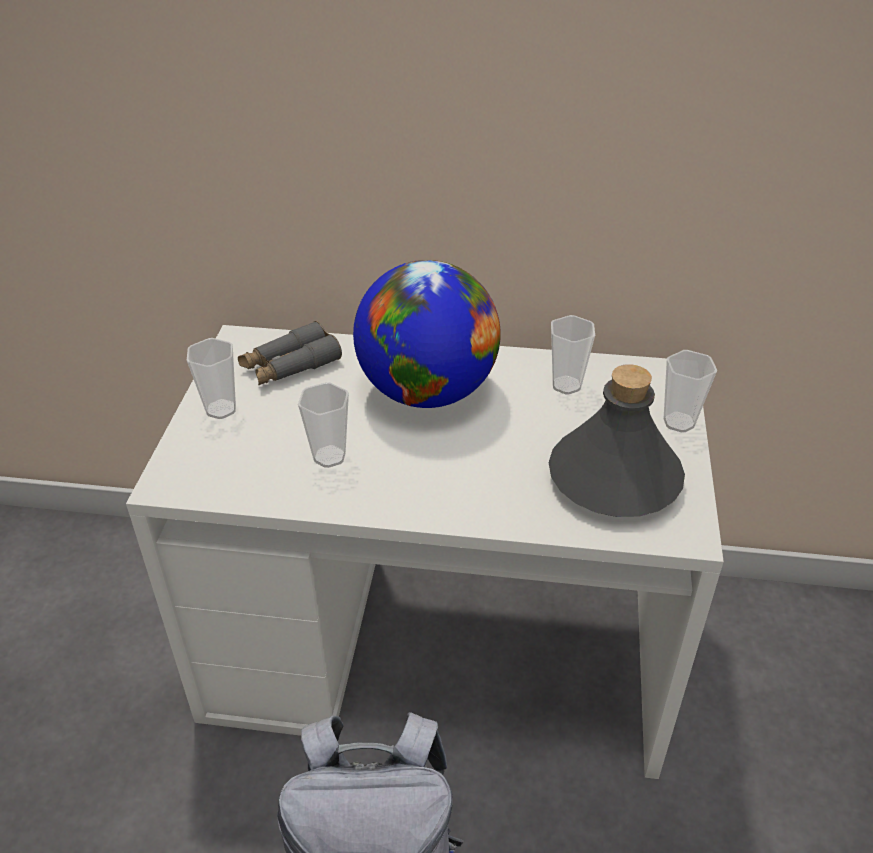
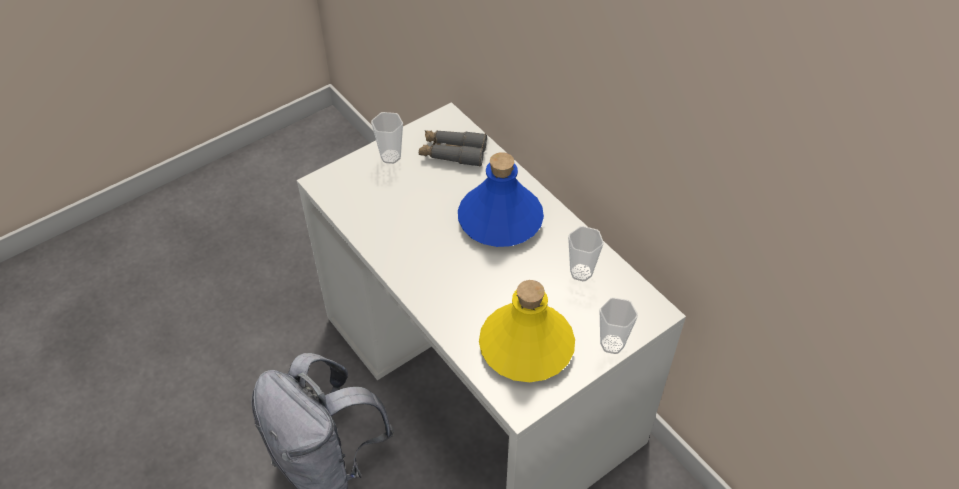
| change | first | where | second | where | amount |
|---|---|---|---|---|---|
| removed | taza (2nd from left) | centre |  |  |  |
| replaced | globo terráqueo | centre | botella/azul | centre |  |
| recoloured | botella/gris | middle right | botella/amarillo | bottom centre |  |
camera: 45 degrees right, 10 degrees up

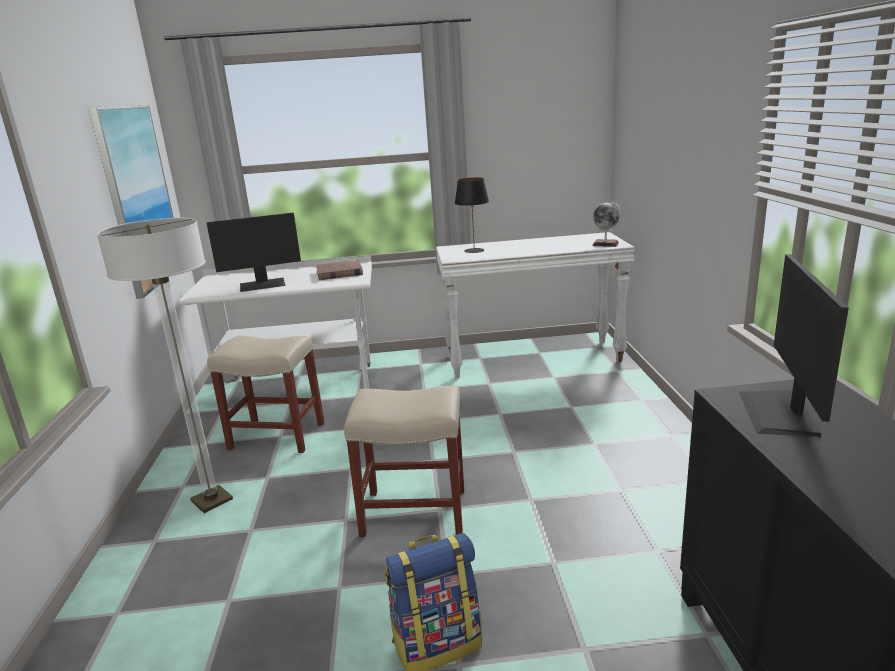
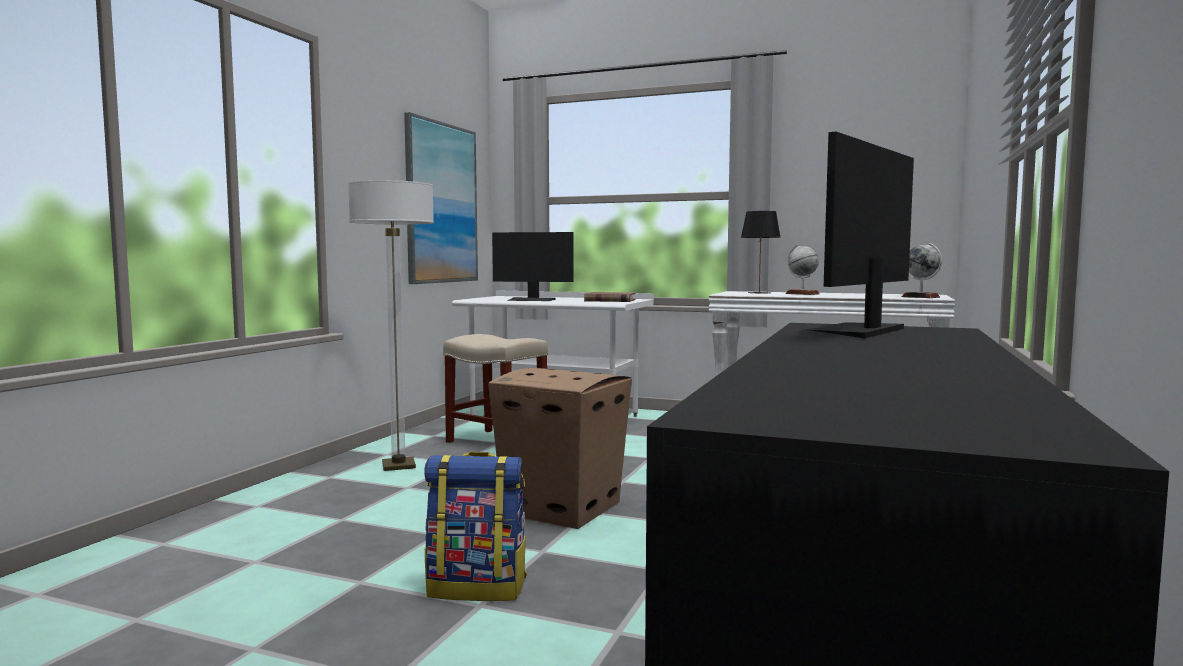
| change | first | where | second | where | amount |
|---|---|---|---|---|---|
| replaced | taburete/beis (2nd from left) | bottom centre | caja de cartón | bottom centre |  |
| added |  |  | globo terráqueo (1st from left) | middle right |  |
camera: 25 degrees right, 15 degrees down

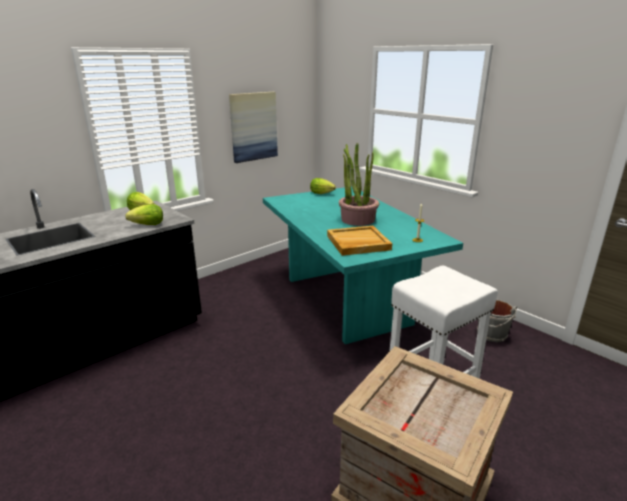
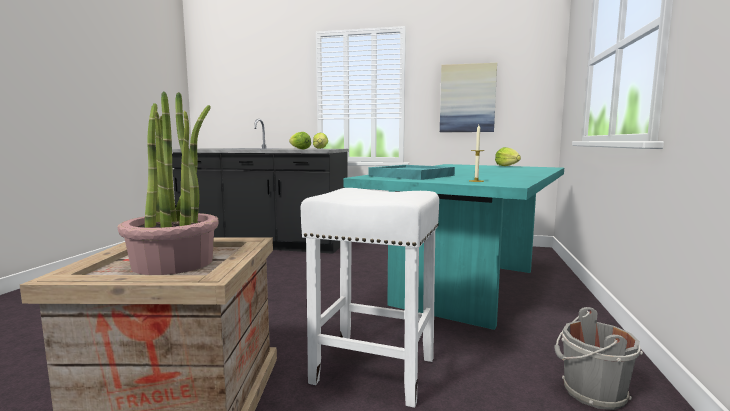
| change | first | where | second | where | amount |
|---|---|---|---|---|---|
| recoloured | bandeja/beis | centre | bandeja/turquesa | centre |  |
| moved | planta en maceta | centre |  | middle left |  |
camera: 55 degrees right, 15 degrees down

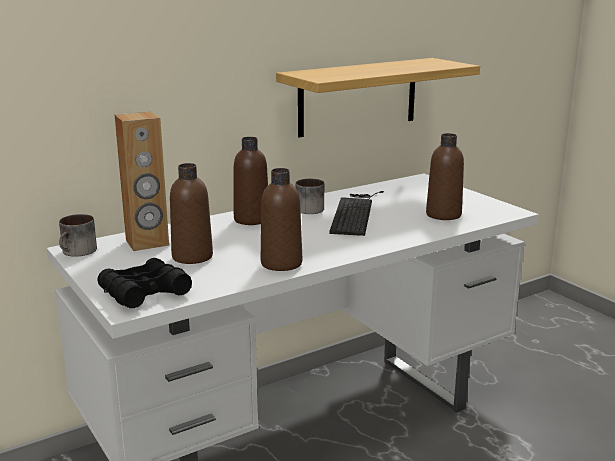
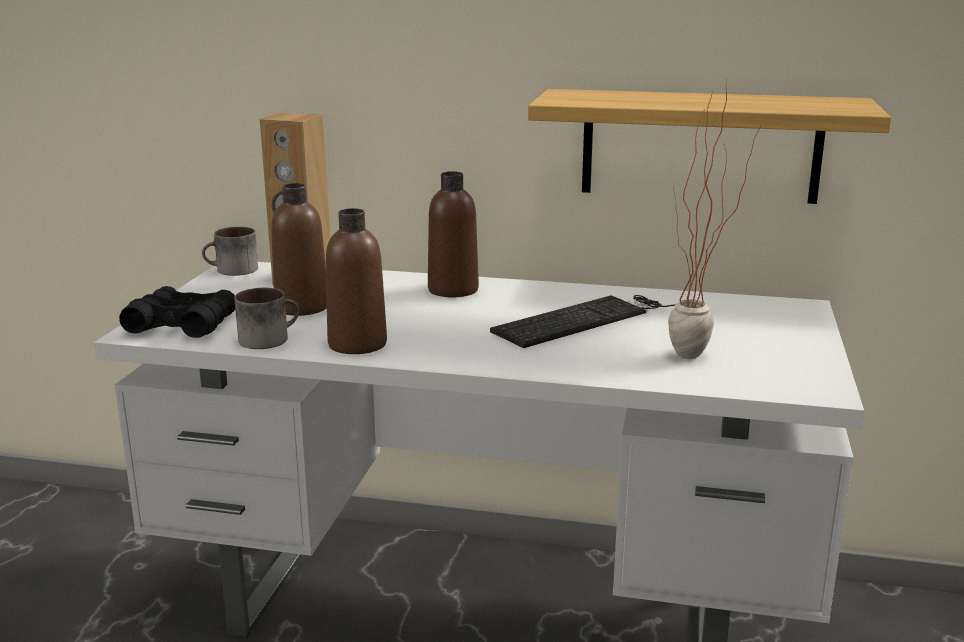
| change | first | where | second | where | amount |
|---|---|---|---|---|---|
| moved | taza grande (2nd from left) | centre |  | middle left |  |
| replaced | botella/marrón (4th from left) | middle right | planta en maceta | middle right |  |
camera: 45 degrees right, 0 degrees up

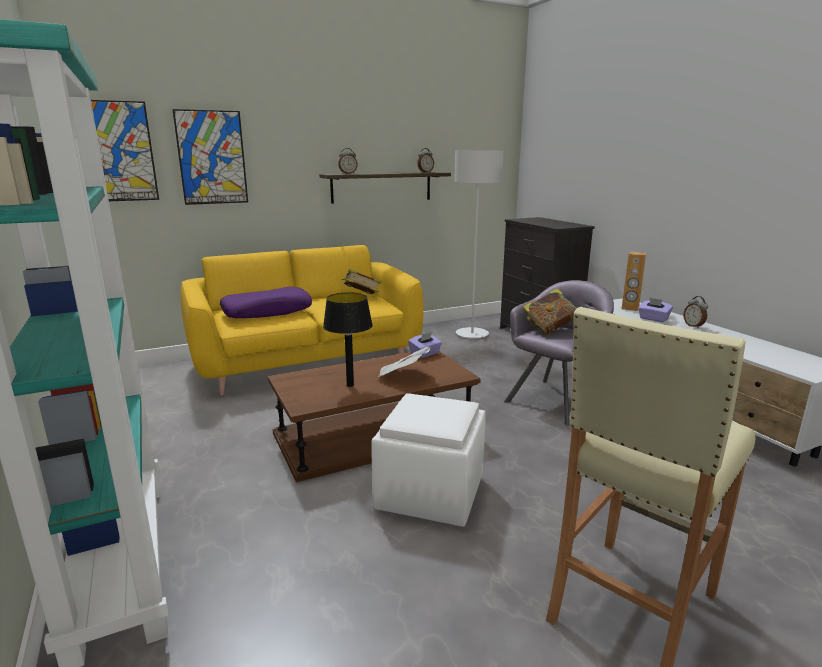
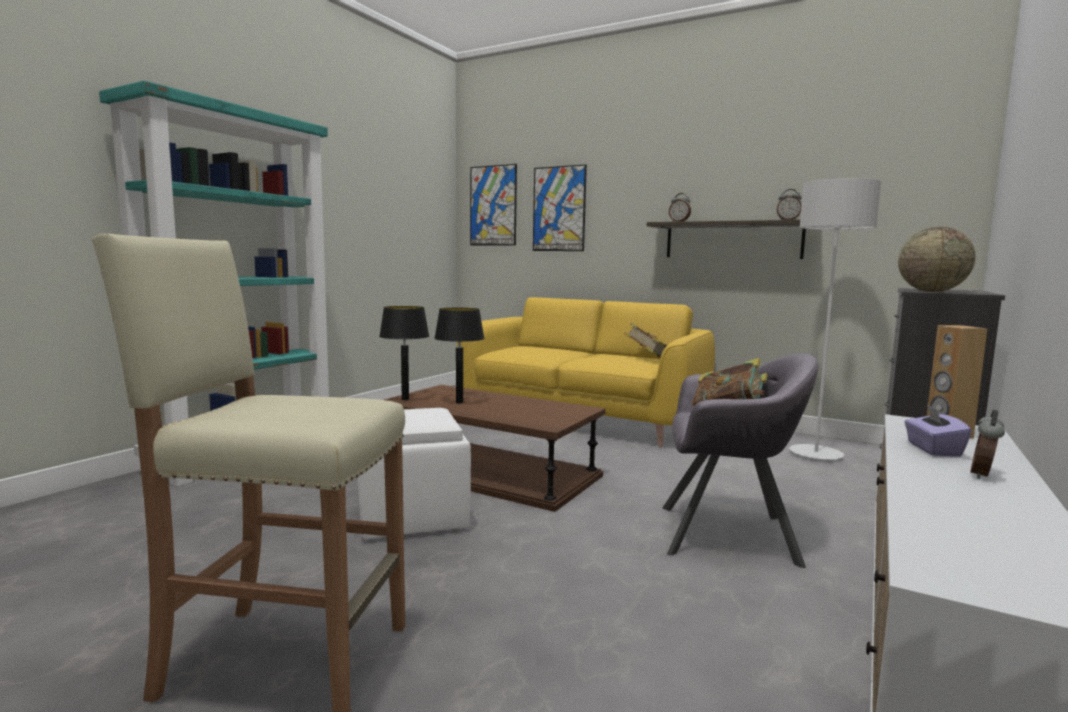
| change | first | where | second | where | amount |
|---|---|---|---|---|---|
| removed | cojín/morado | middle left |  |  |  |
| removed | periódico | centre |  |  |  |
| removed | caja de pañuelos/morado (1st from left) | centre |  |  |  |
| added |  |  | lámpara de mesa/negro (1st from left) | centre |  |
| added |  |  | globo terráqueo | middle right |  |
camera: 55 degrees right, 10 degrees down

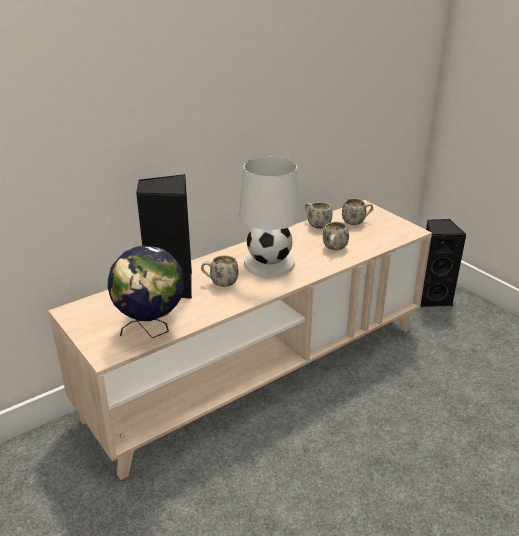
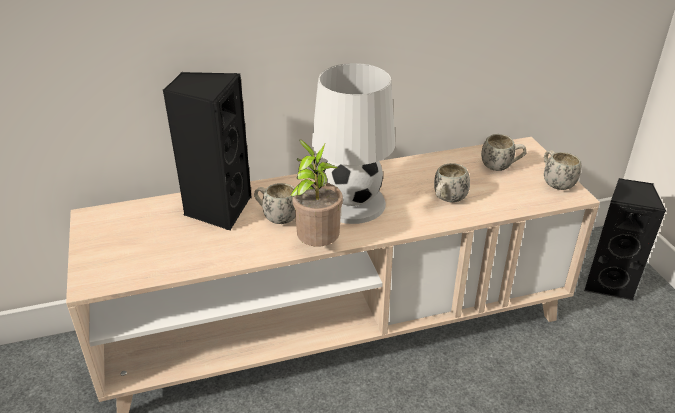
| change | first | where | second | where | amount |
|---|---|---|---|---|---|
| removed | globo terráqueo | middle left |  |  |  |
| moved | taza grande/blanco (2nd from left in the first image) | centre | taza grande/blanco (4th from left) | middle right |  |
| added |  |  | planta en maceta | centre |  |
camera: 20 degrees right, 5 degrees up

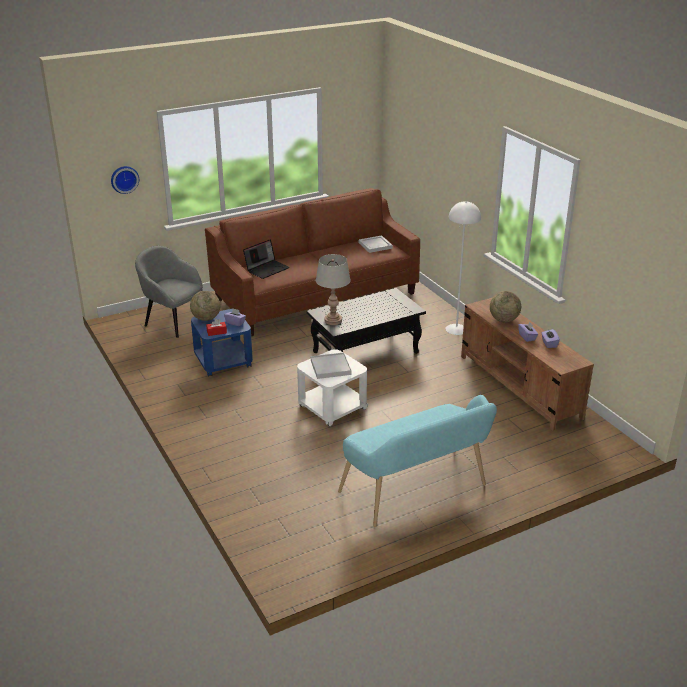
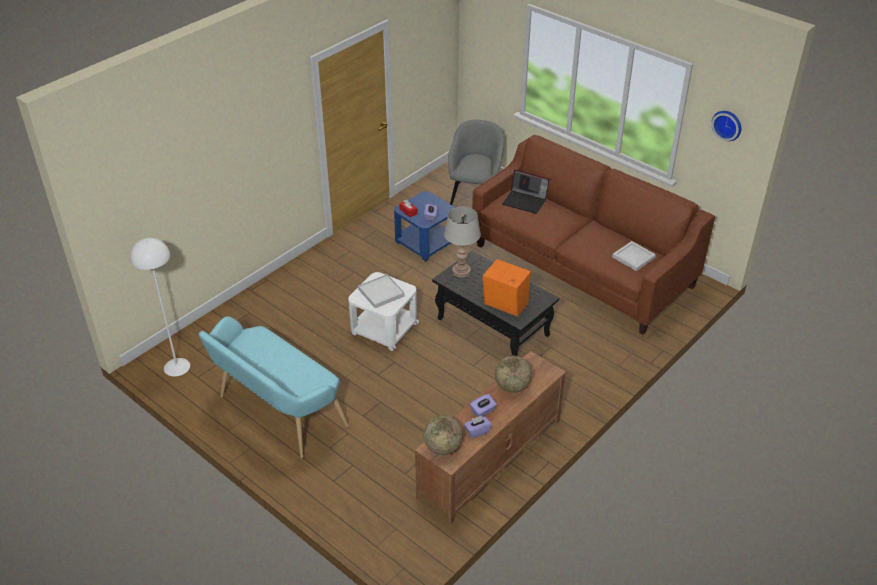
| change | first | where | second | where | amount |
|---|---|---|---|---|---|
| moved | reloj de pared | top left |  | top right |  |
| moved | globo terráqueo (1st from left) | middle left |  | bottom centre |  |
| moved | lámpara de pie/blanco | middle right |  | middle left |  |
| added |  |  | altavoz/naranja | centre |  |
camera: 70 degrees right, 10 degrees up

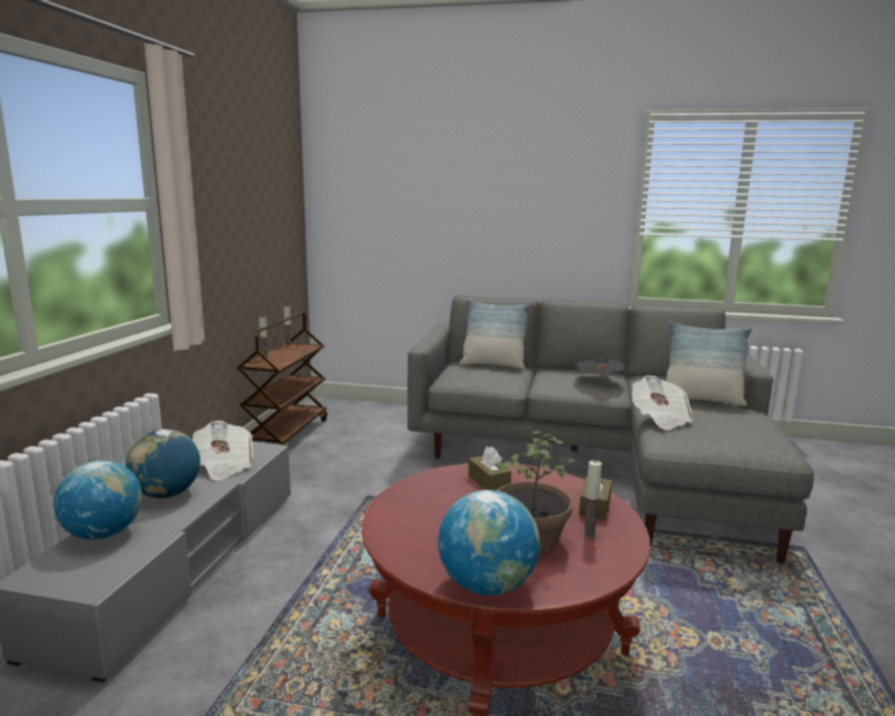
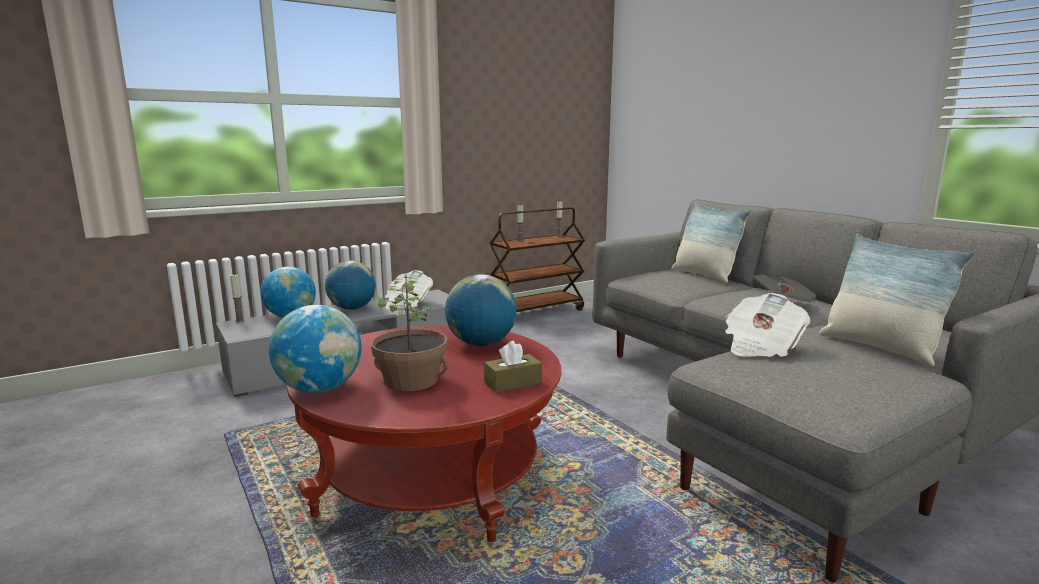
| change | first | where | second | where | amount |
|---|---|---|---|---|---|
| replaced | caja de pañuelos/marrón (1st from left) | centre | globo terráqueo (4th from left) | centre |  |
| moved | vela (3rd from left in the first image) | bottom centre | vela (1st from left) | middle left |  |
camera: 45 degrees right, 0 degrees up

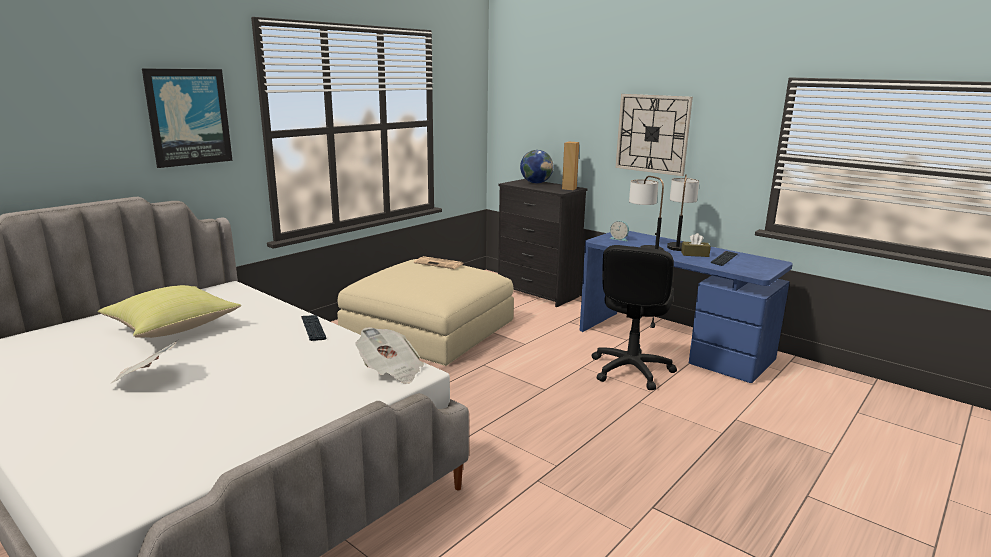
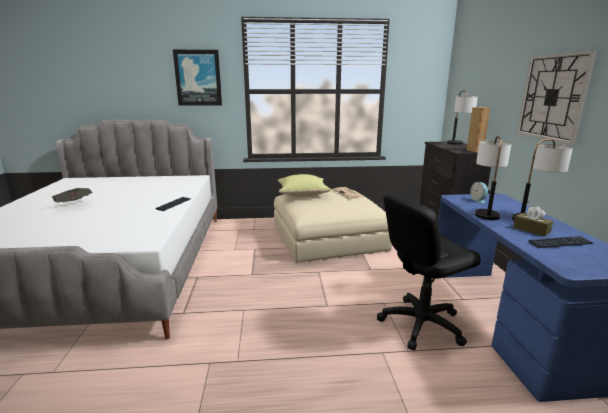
| change | first | where | second | where | amount |
|---|---|---|---|---|---|
| moved | cojín/amarillo | middle left |  | centre |  |
| removed | periódico (2nd from left) | centre |  |  |  |
| replaced | globo terráqueo | top centre | lámpara de mesa (1st from left) | top right |  |
camera: 45 degrees right, 0 degrees up

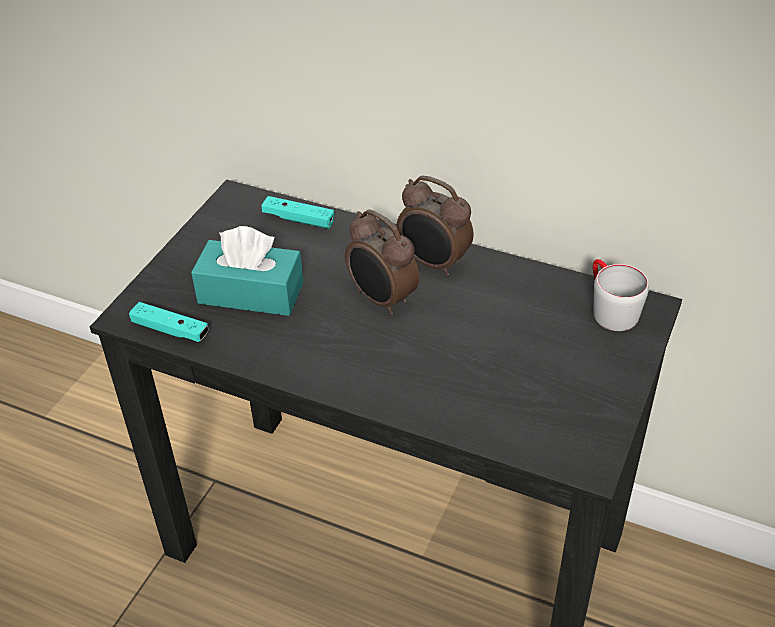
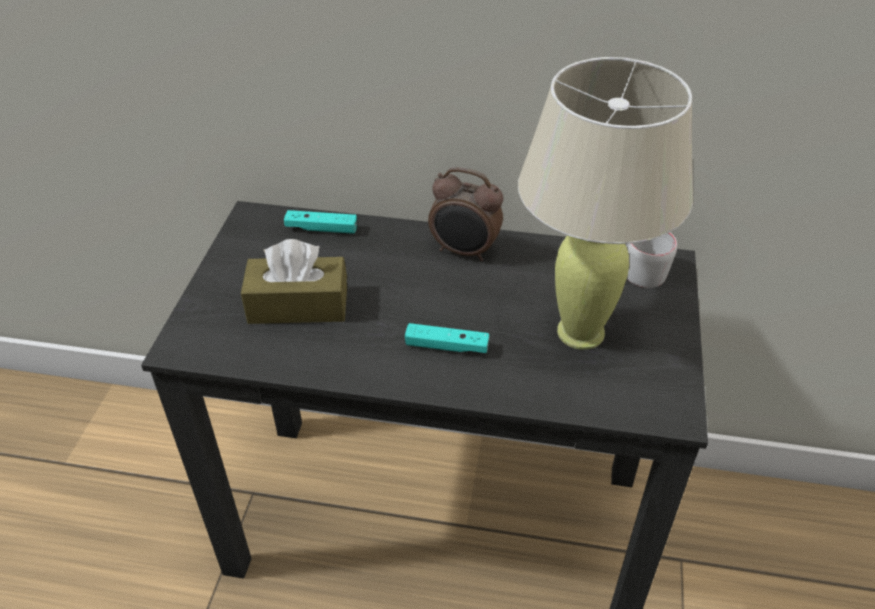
| change | first | where | second | where | amount |
|---|---|---|---|---|---|
| moved | mando de consola/turquesa (1st from left in the first image) | middle left | mando de consola/turquesa (2nd from left) | centre |  |
| recoloured | caja de pañuelos/turquesa | middle left | caja de pañuelos/marrón | centre |  |
| removed | despertador (1st from left) | centre |  |  |  |
| added |  |  | lámpara de mesa/beis | middle right |  |
camera: 15 degrees left, 0 degrees up

